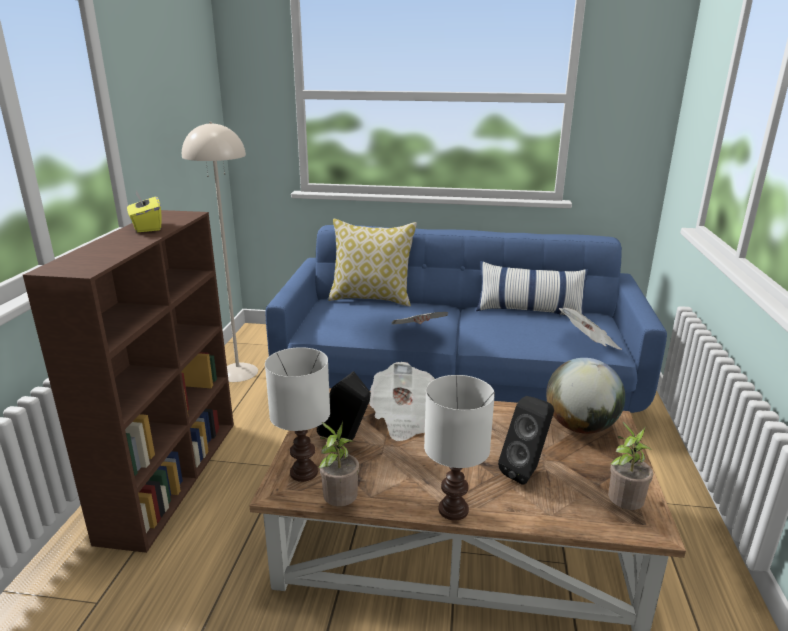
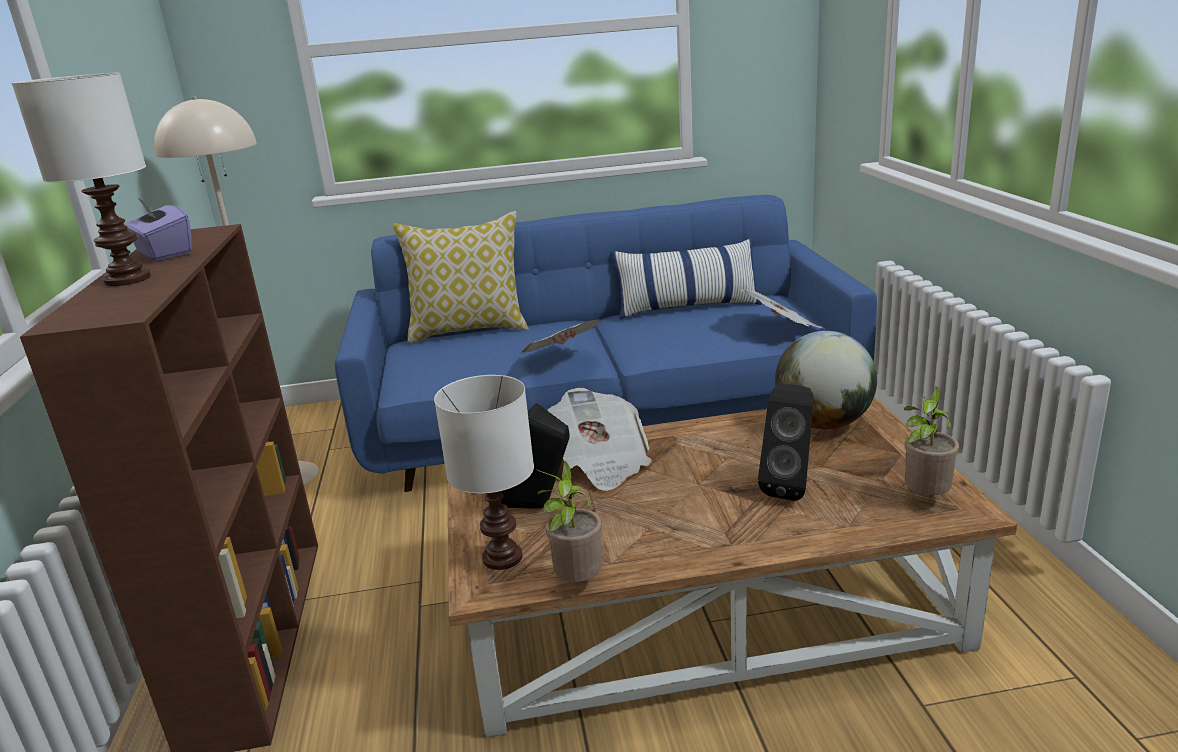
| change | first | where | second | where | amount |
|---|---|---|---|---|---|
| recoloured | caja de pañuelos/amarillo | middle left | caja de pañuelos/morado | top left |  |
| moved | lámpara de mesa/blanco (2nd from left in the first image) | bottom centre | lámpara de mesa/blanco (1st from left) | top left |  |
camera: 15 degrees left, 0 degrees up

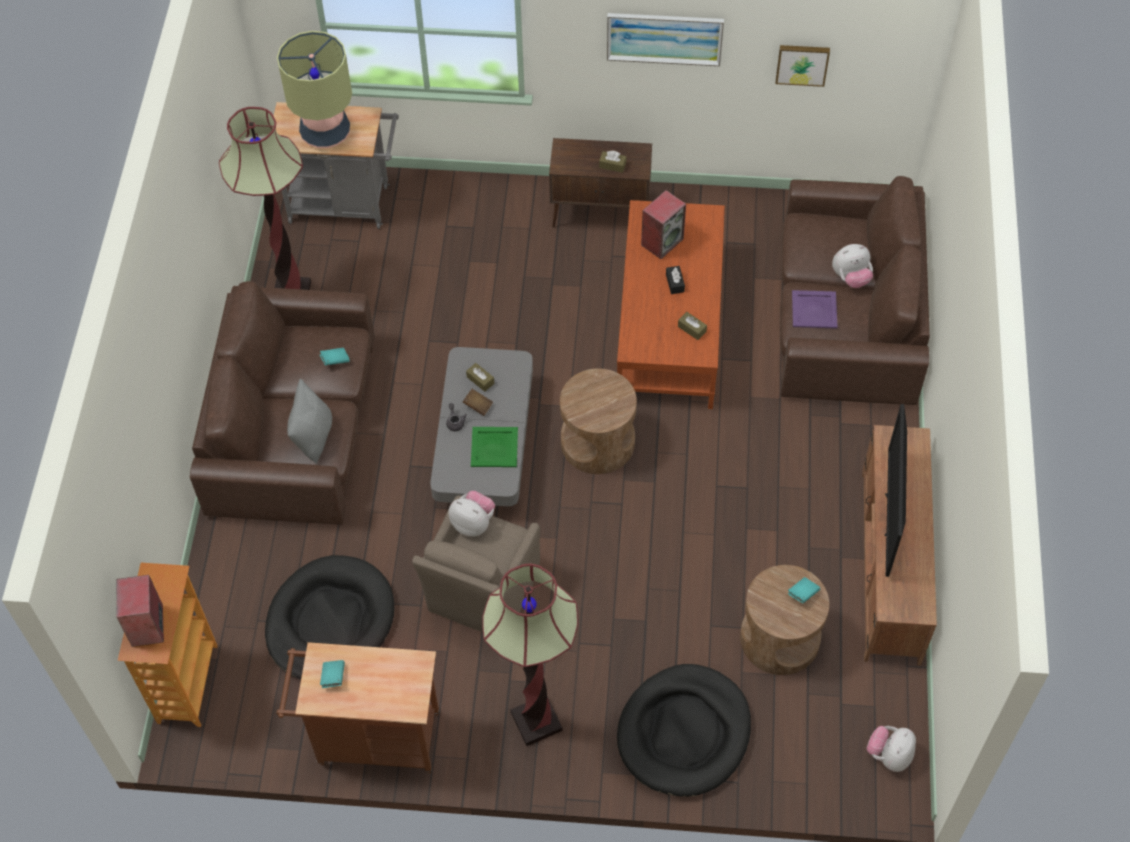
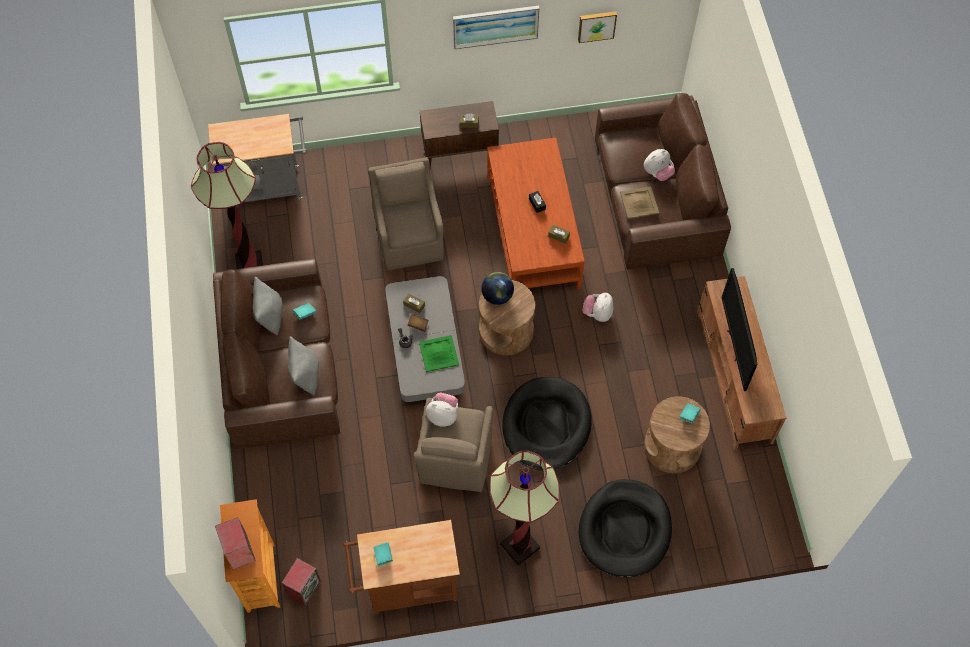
| change | first | where | second | where | amount |
|---|---|---|---|---|---|
| moved | cama para perro/negro (1st from left) | bottom left |  | centre |  |
| removed | lámpara de mesa | top left |  |  |  |
| moved | altavoz (2nd from left) | top centre |  | bottom left |  |
| recoloured | bandeja/morado | middle right | bandeja/beis | top centre |  |
| moved | peluche (3rd from left in the first image) | bottom right | peluche (2nd from left) | centre |  |
| added |  |  | cojín/gris (1st from left) | middle left |  |
| added |  |  | sillón/marrón (1st from left) | top centre |  |
| added |  |  | globo terráqueo | centre |  |
camera: 15 degrees left, 5 degrees up

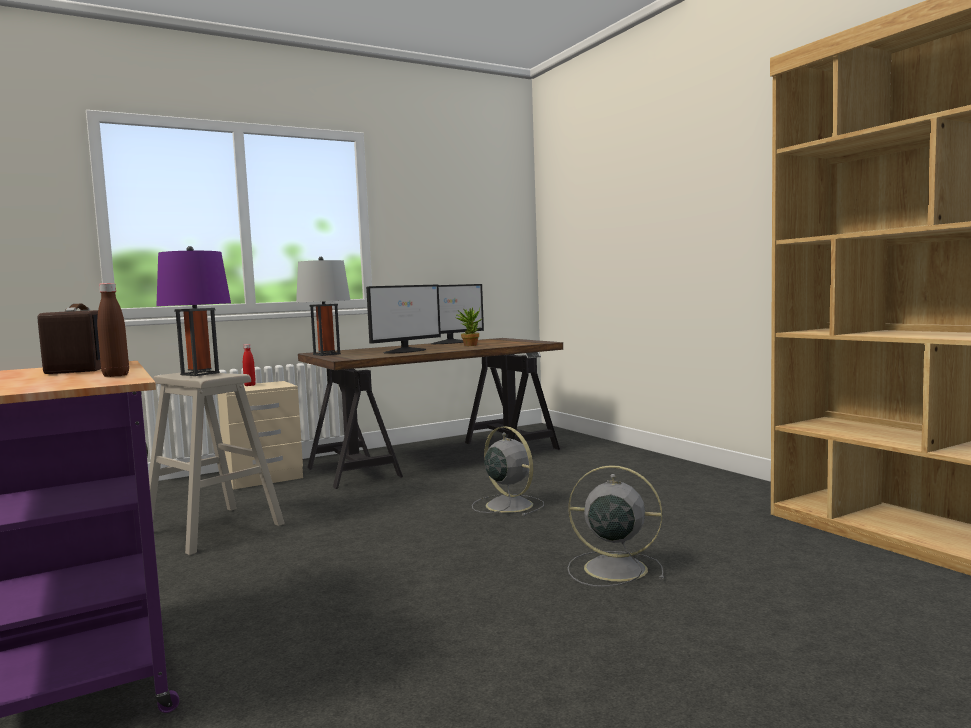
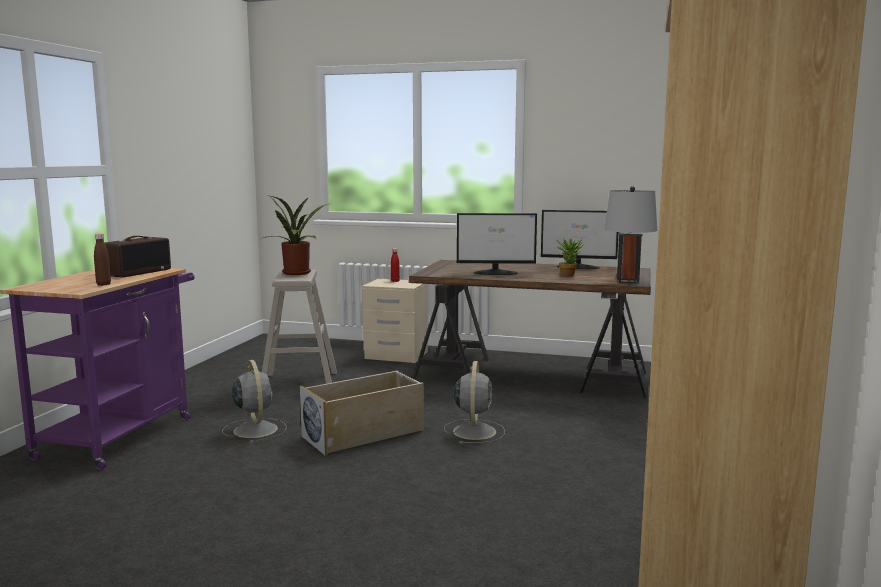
| change | first | where | second | where | amount |
|---|---|---|---|---|---|
| replaced | lámpara de mesa/morado | middle left | planta en maceta (1st from left) | centre |  |
| moved | lámpara de mesa/gris | middle left |  | middle right |  |
| moved | ventilador/gris (2nd from left in the first image) | bottom centre | ventilador/gris (1st from left) | bottom left |  |
| added |  |  | caja de almacenaje/beis | bottom centre |  |
camera: 45 degrees right, 5 degrees up

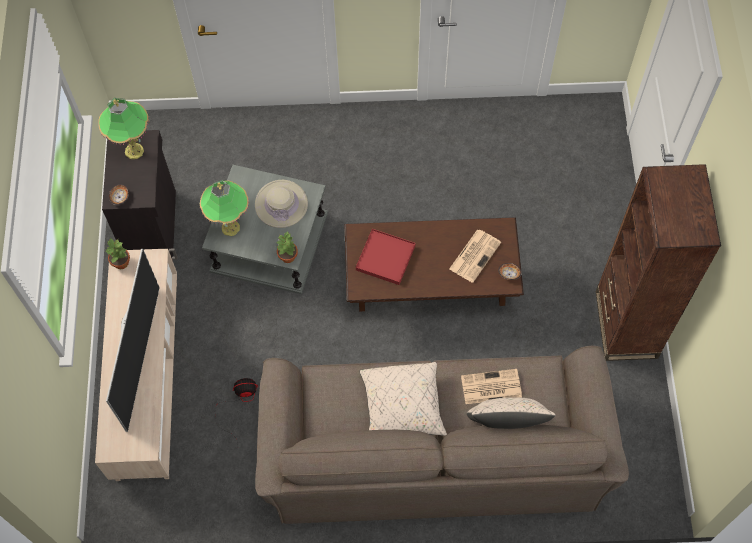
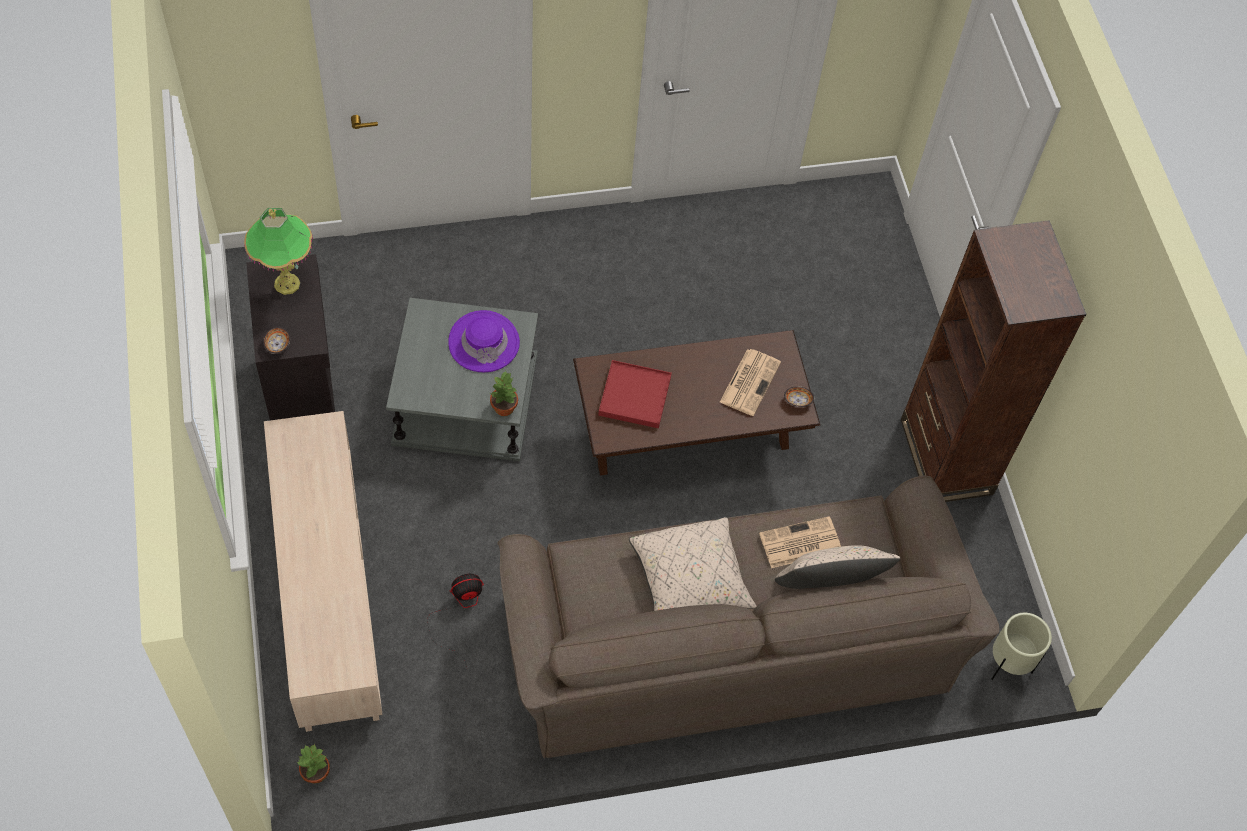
| change | first | where | second | where | amount |
|---|---|---|---|---|---|
| moved | planta en maceta (1st from left) | middle left |  | bottom left |  |
| removed | televisor | middle left |  |  |  |
| removed | lámpara de mesa (2nd from left) | middle left |  |  |  |
| recoloured | sombrero/beis | centre | sombrero/morado | centre |  |
| added |  |  | maceta/beis | bottom right |  |
camera: 15 degrees left, 5 degrees down

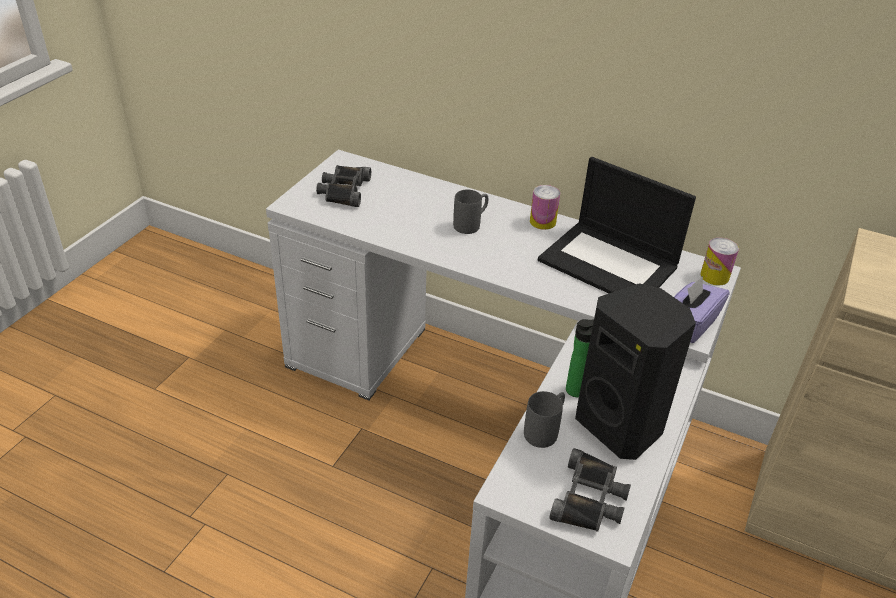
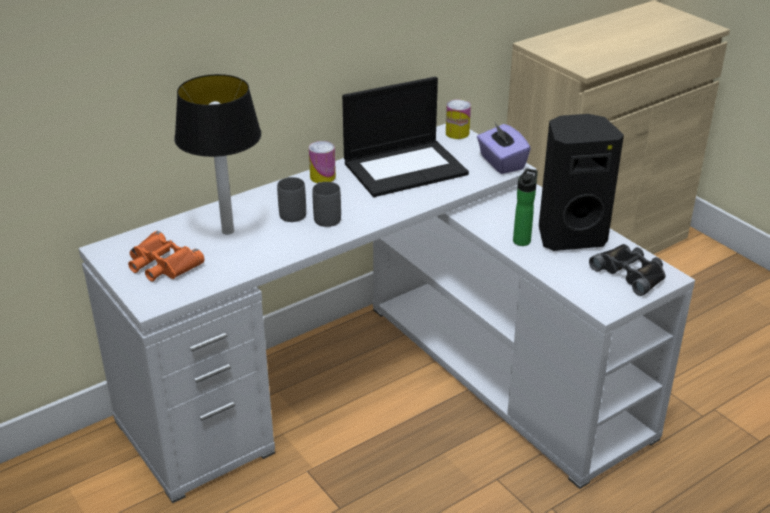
| change | first | where | second | where | amount |
|---|---|---|---|---|---|
| recoloured | prismáticos/negro (1st from left) | top centre | prismáticos/naranja | middle left |  |
| moved | taza grande/gris (2nd from left) | bottom centre |  | centre |  |
| added |  |  | lámpara de mesa | top left |  |
camera: 60 degrees left, 5 degrees down

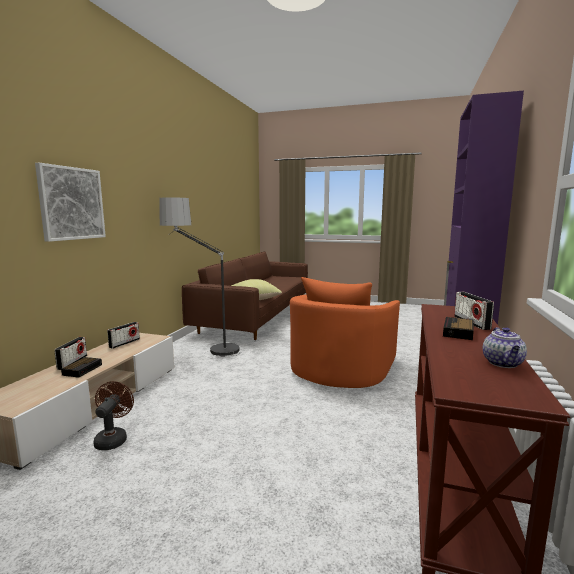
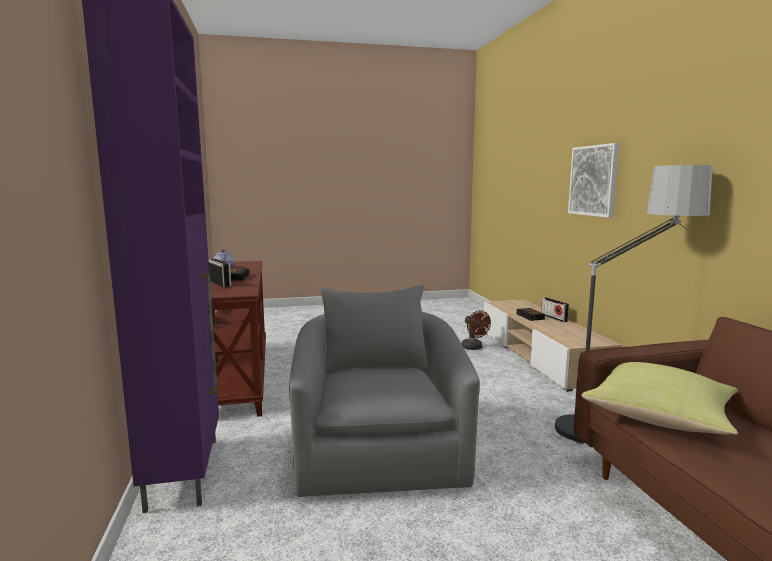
| change | first | where | second | where | amount |
|---|---|---|---|---|---|
| removed | radio (2nd from left) | middle left |  |  |  |
| recoloured | sillón/naranja | centre | sillón/gris | bottom centre |  |
camera: 150 degrees right, 0 degrees up

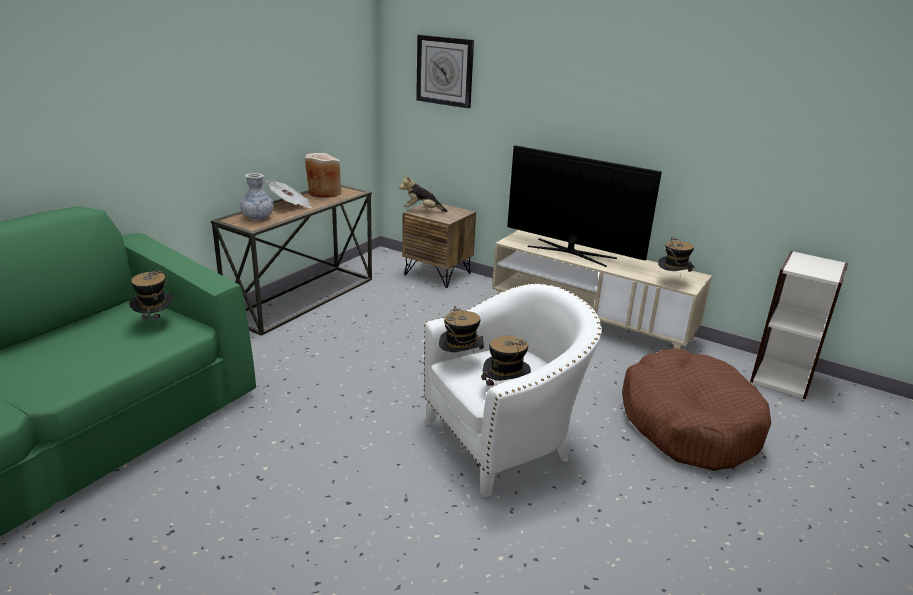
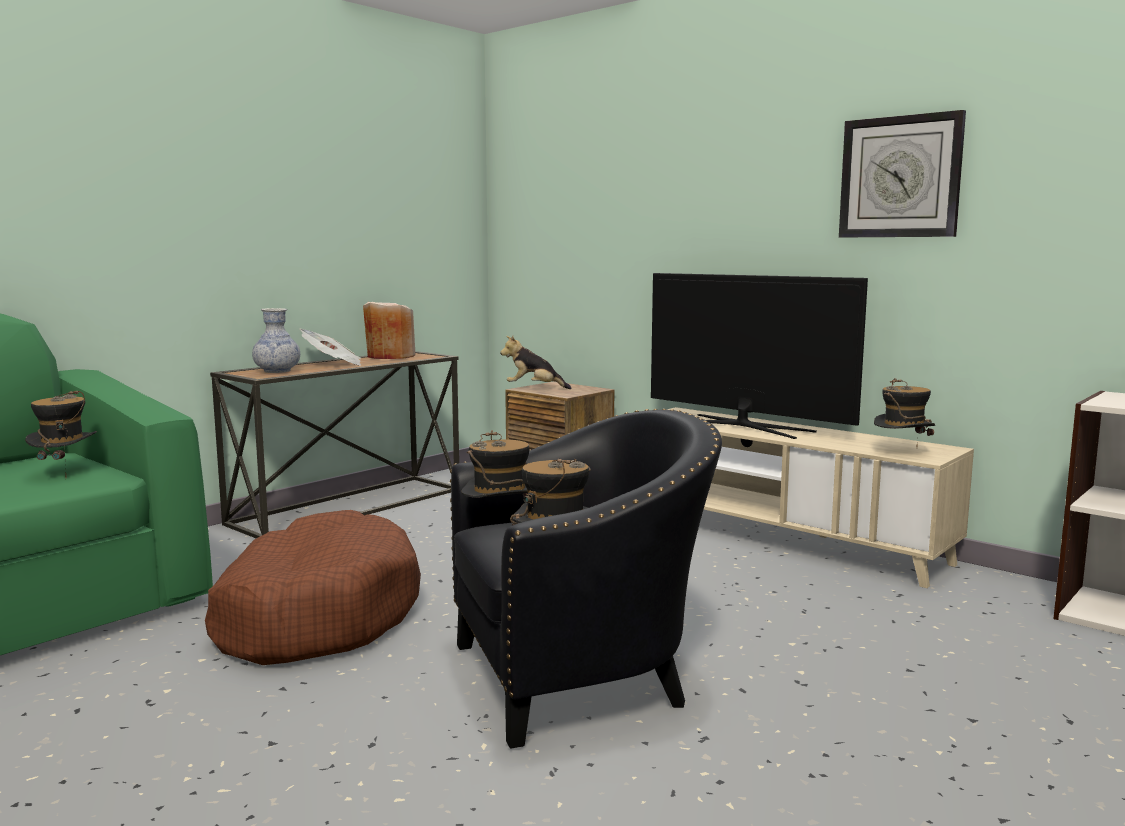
| change | first | where | second | where | amount |
|---|---|---|---|---|---|
| moved | reloj de pared | top centre |  | top right |  |
| recoloured | sillón/blanco | centre | sillón/negro | bottom centre |  |
| moved | cama para perro/marrón | bottom right |  | bottom left |  |
camera: 10 degrees right, 15 degrees down

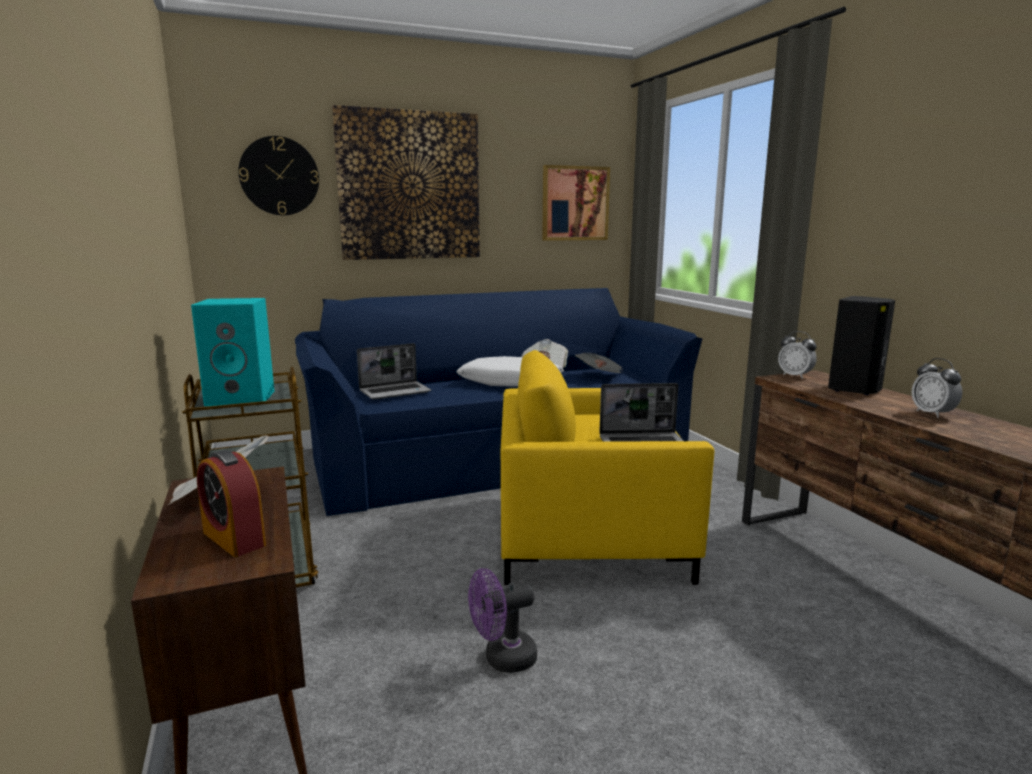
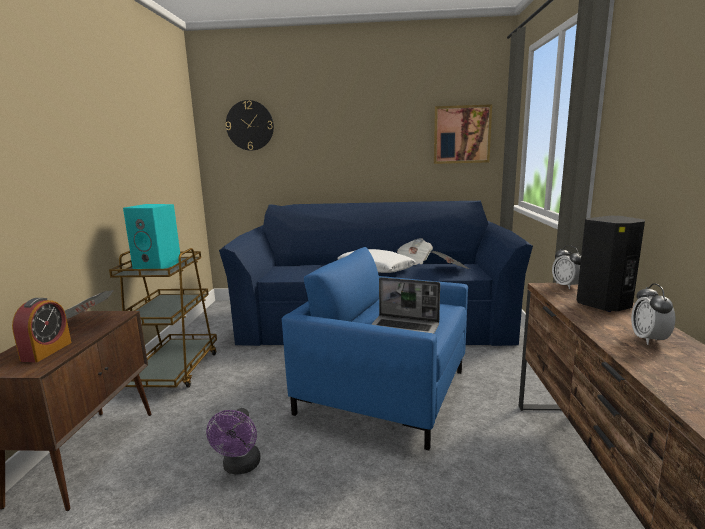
| change | first | where | second | where | amount |
|---|---|---|---|---|---|
| turned | despertador (1st from left) | middle left |  | middle left | 150 degrees counterclockwise |
| removed | cuadro (1st from left) | top centre |  |  |  |
| removed | portátil (1st from left) | centre |  |  |  |
| turned | ventilador/morado | bottom centre |  | bottom left | 90 degrees counterclockwise |
| recoloured | sillón/amarillo | centre | sillón/azul | centre |  |
camera: 25 degrees right, 0 degrees up

